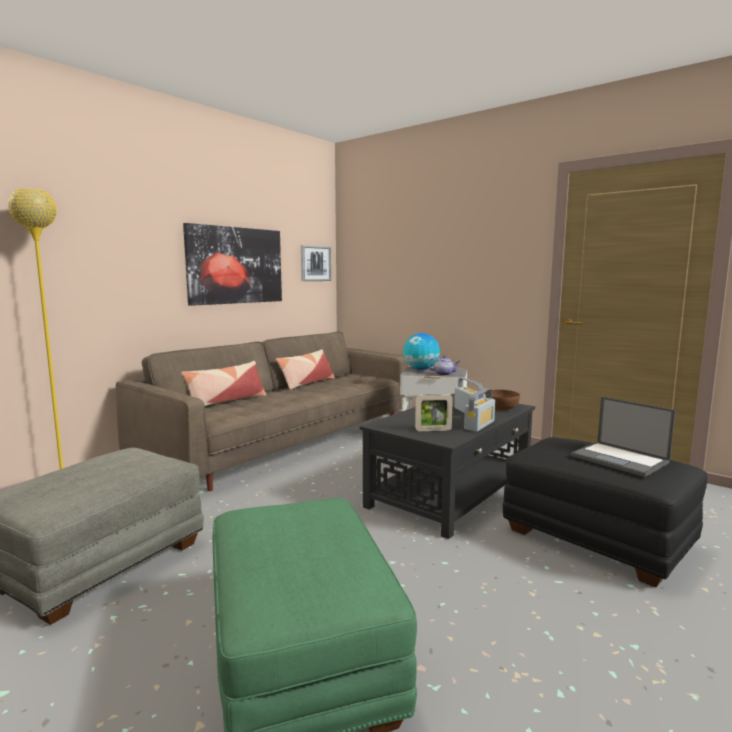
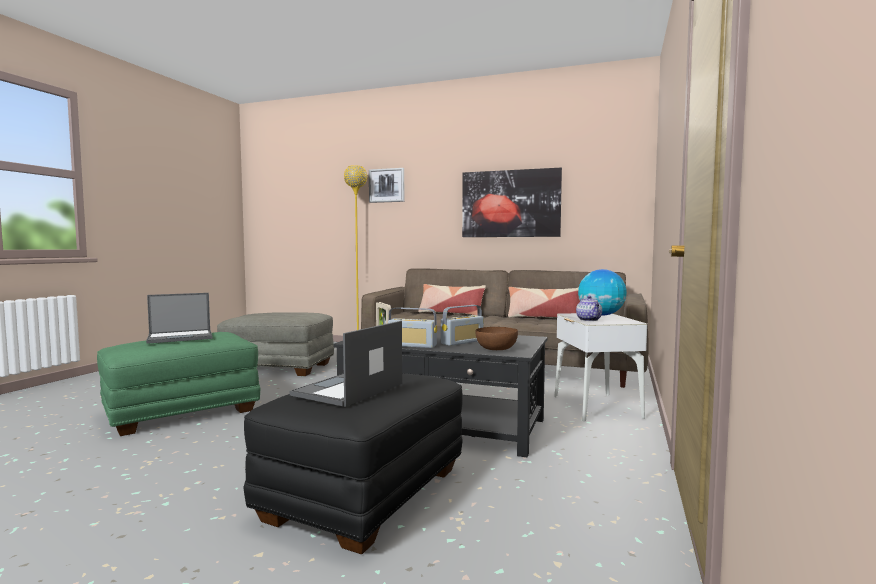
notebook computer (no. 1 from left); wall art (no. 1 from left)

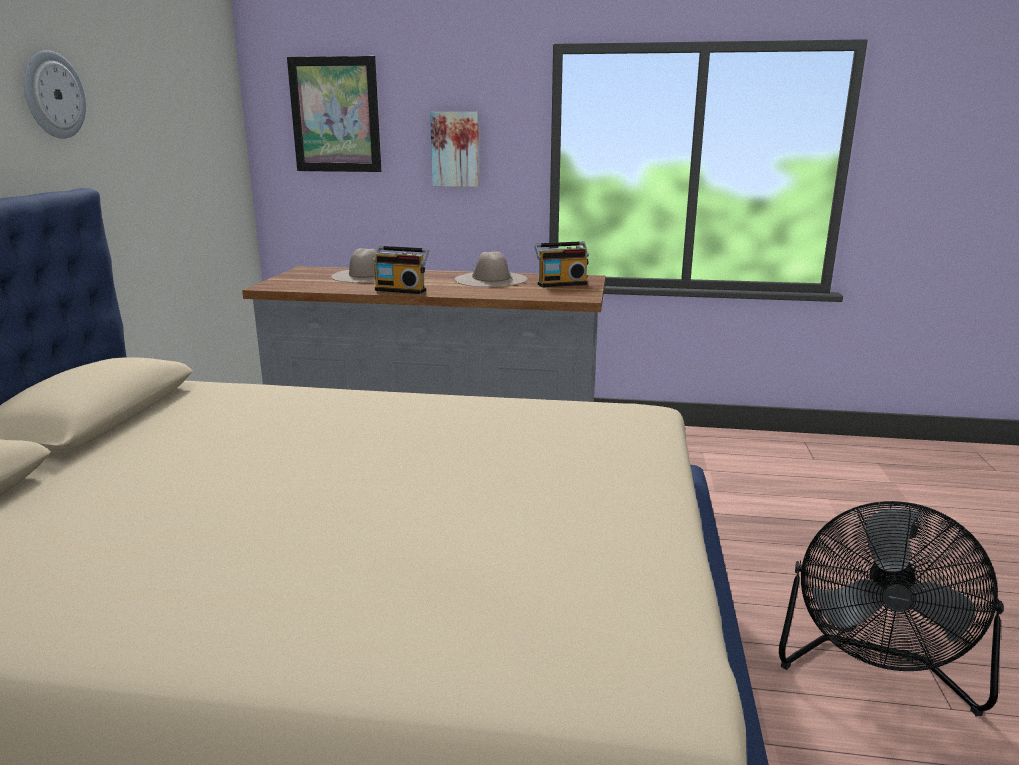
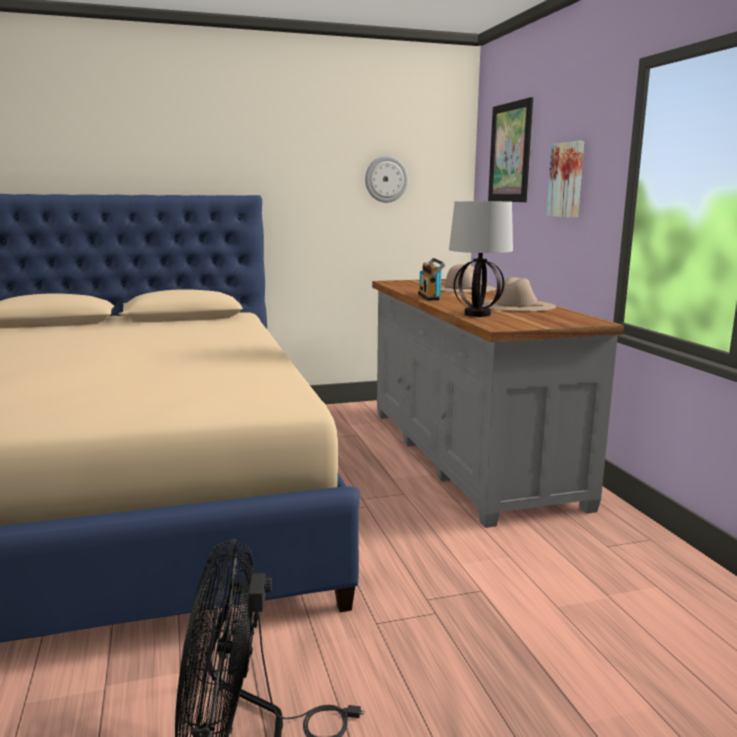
radio (no. 2 from left in the first image); lamp for a table; clock on the wall

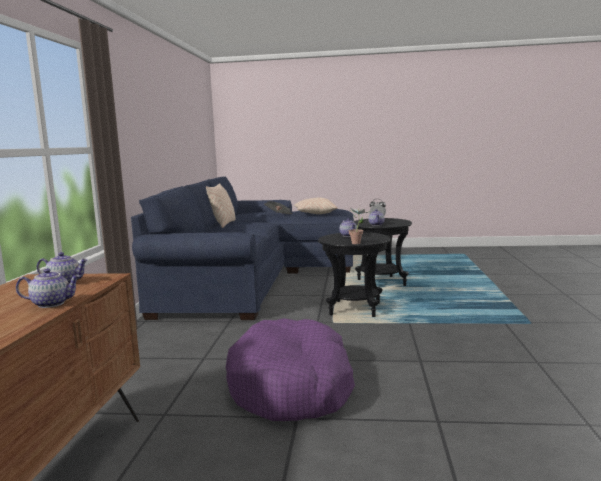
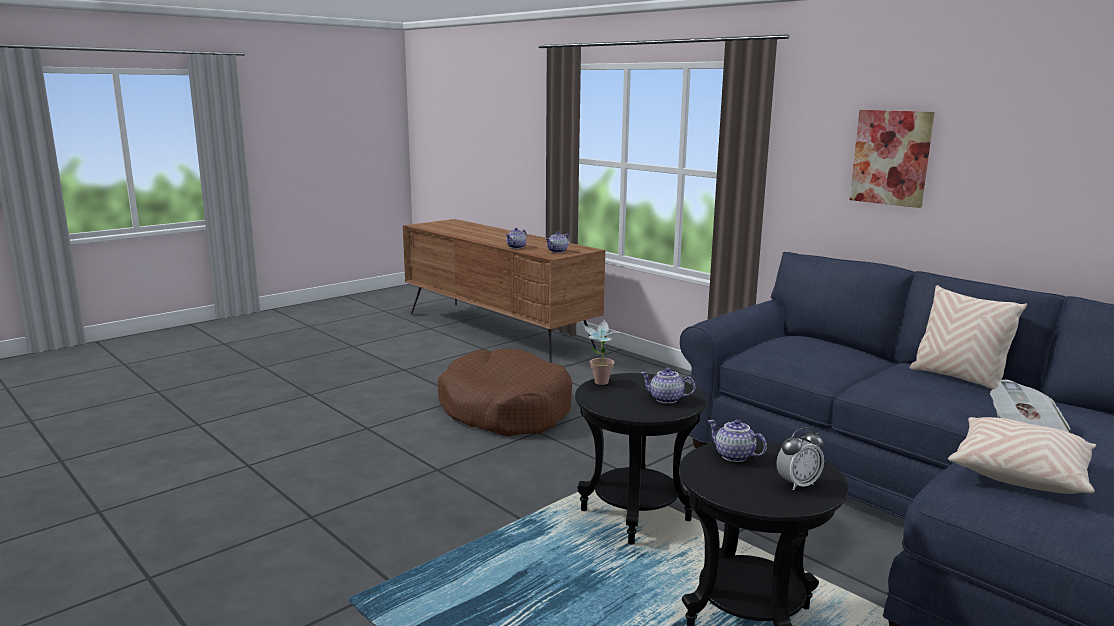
wall art; pet bed/brownish

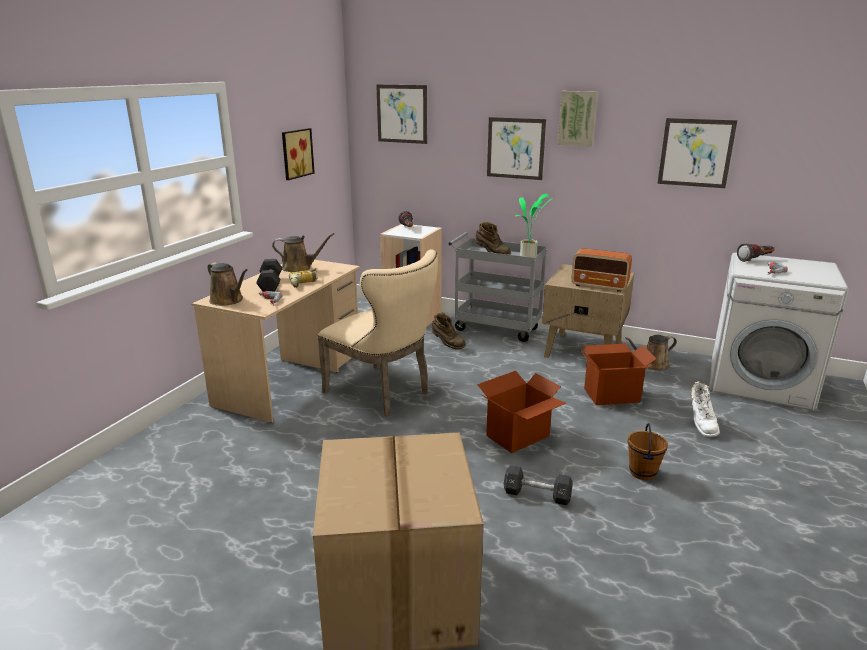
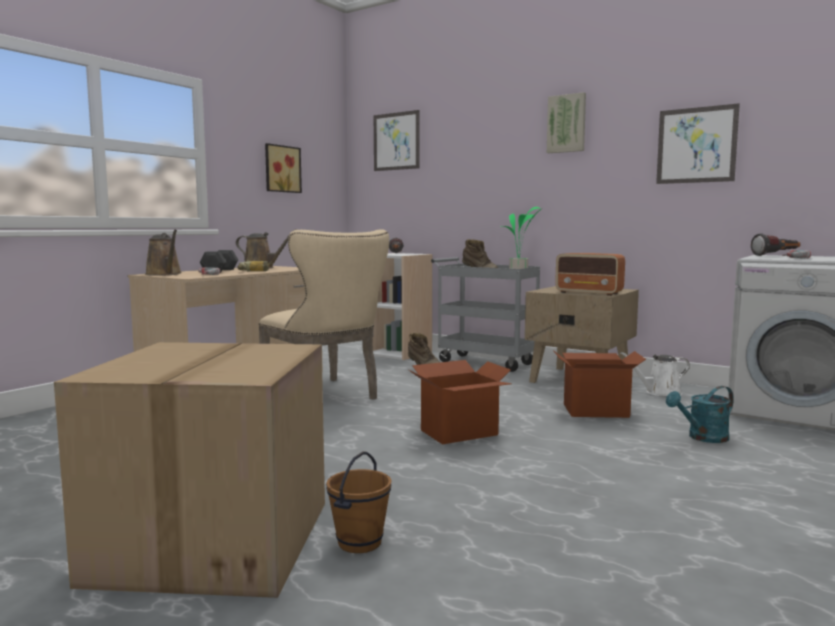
wall art (no. 3 from left in the first image); hand weight/black (no. 2 from left in the first image); pail/brownish; sprinkling can/turquoise-coloured; sprinkling can/white

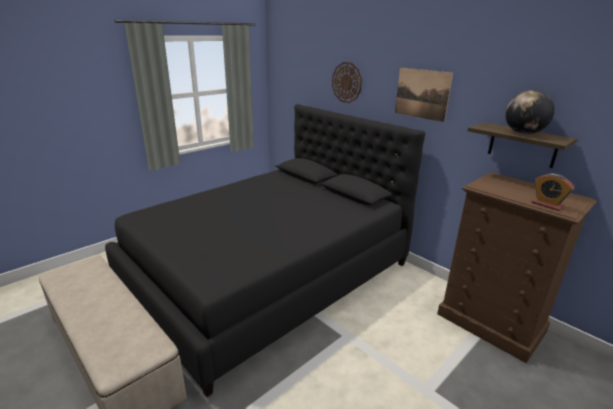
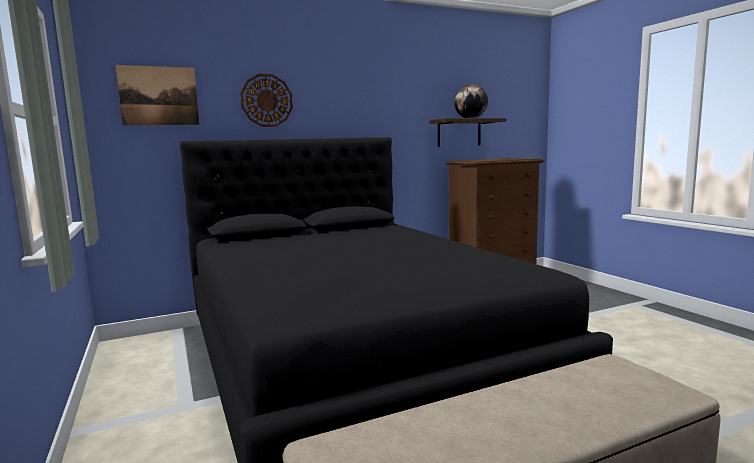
alarm clock; wall art

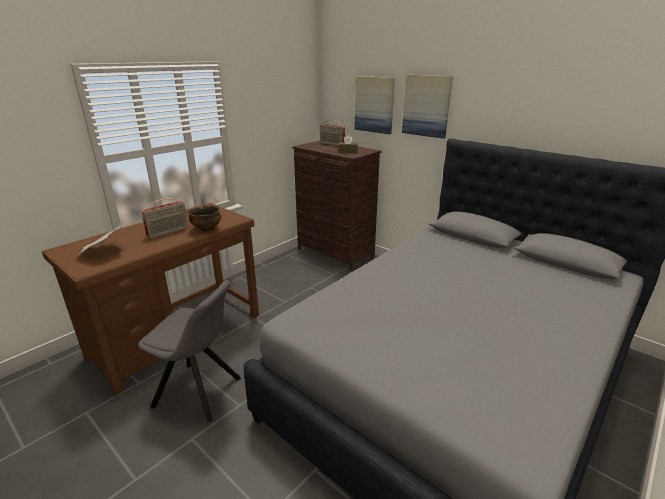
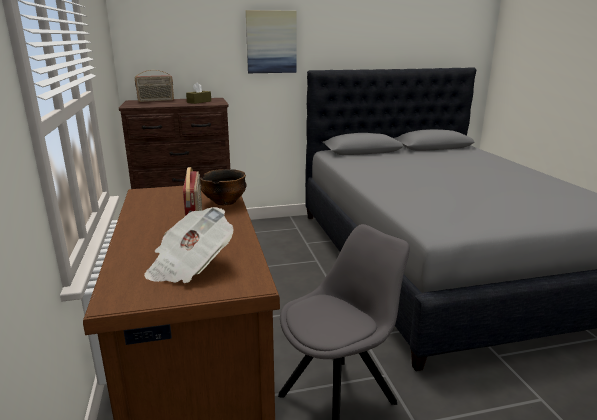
wall art (no. 1 from left in the first image)

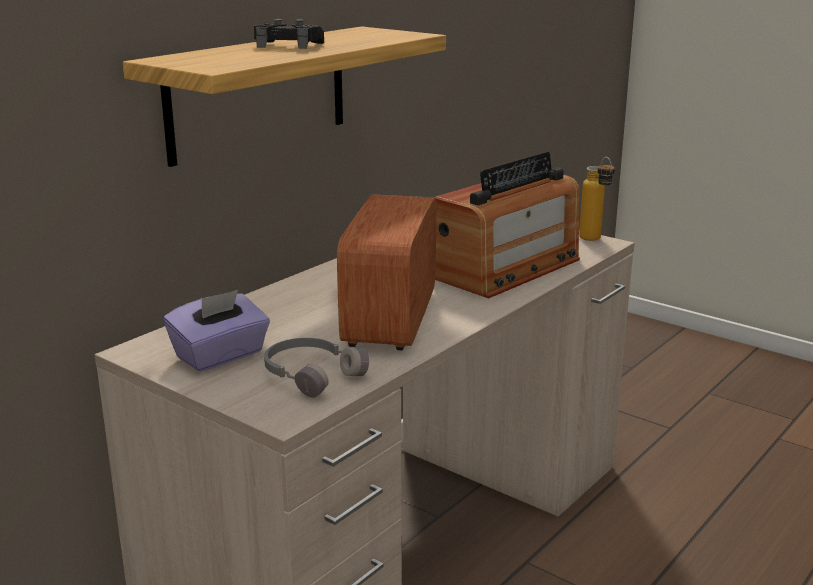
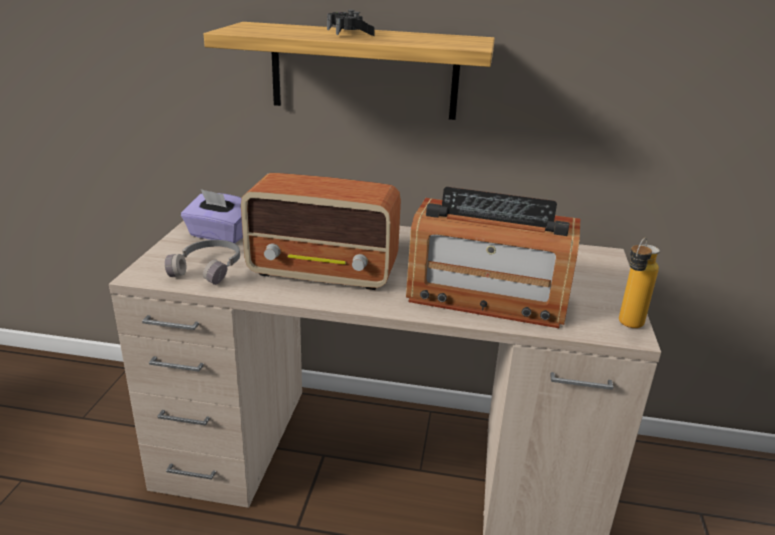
radio (no. 1 from left)

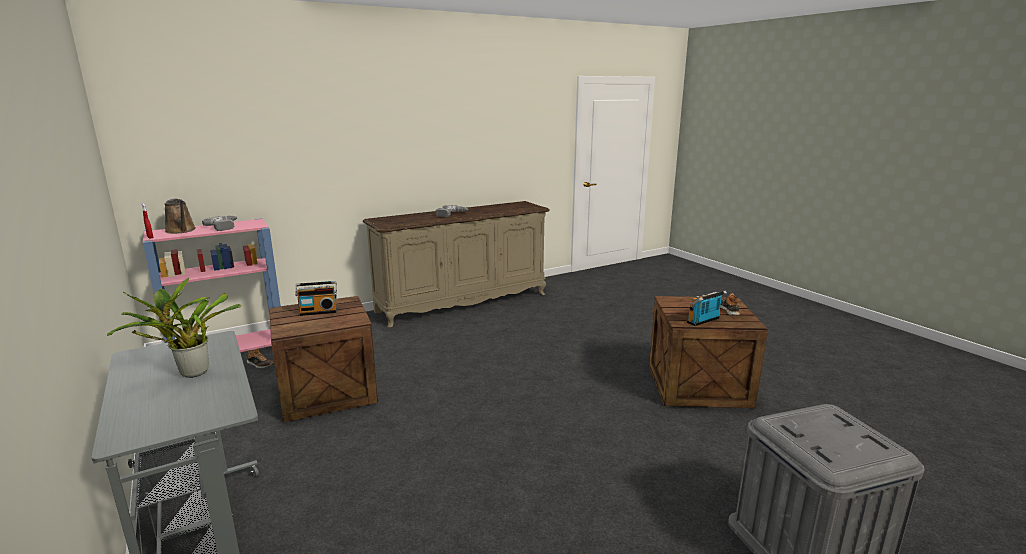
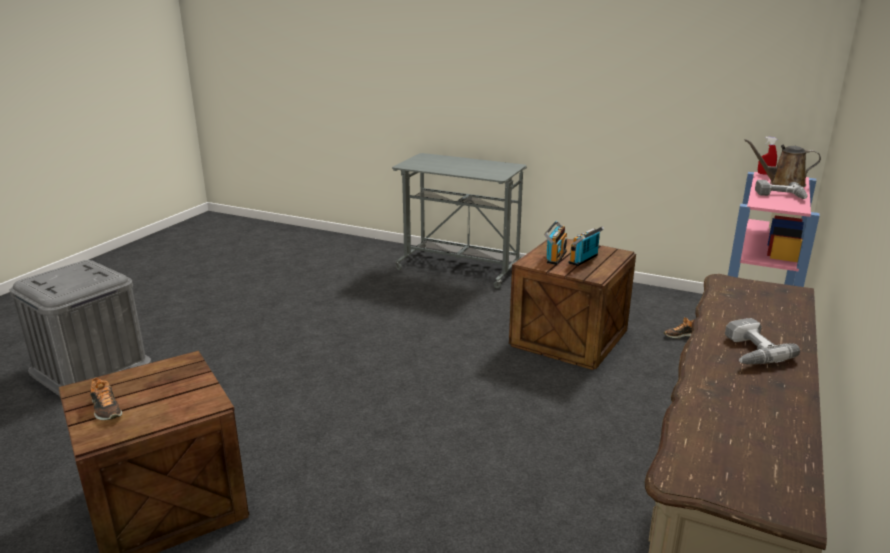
houseplant; radio (no. 1 from left)

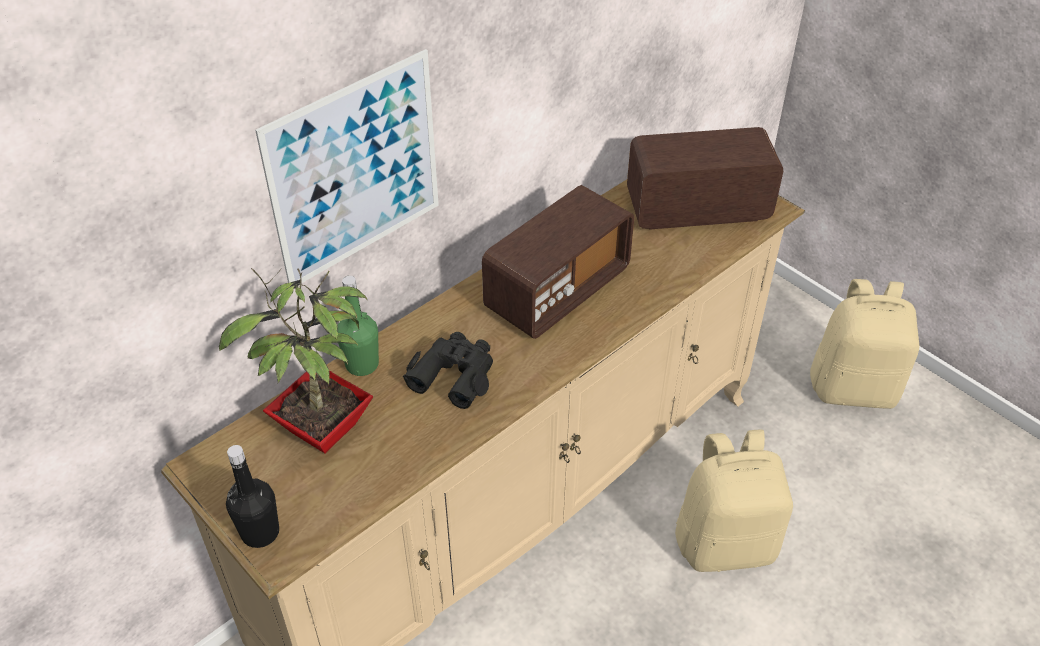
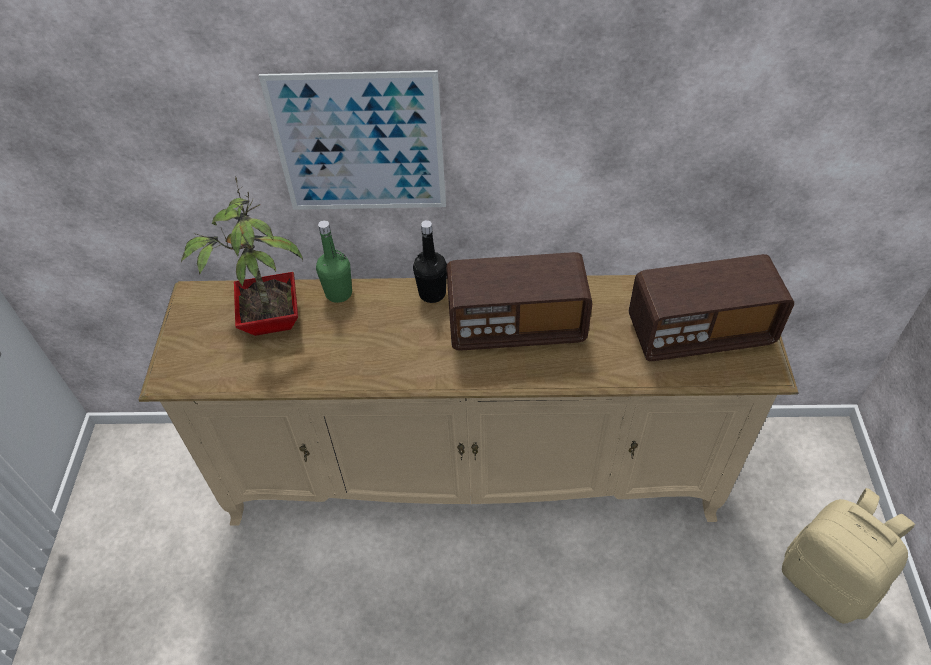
field glasses/black; knapsack/beige (no. 1 from left in the first image); bottle/black; radio (no. 2 from left)

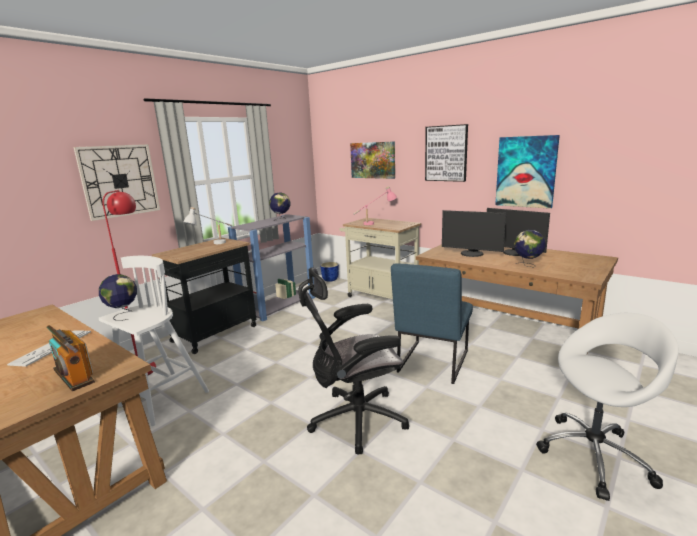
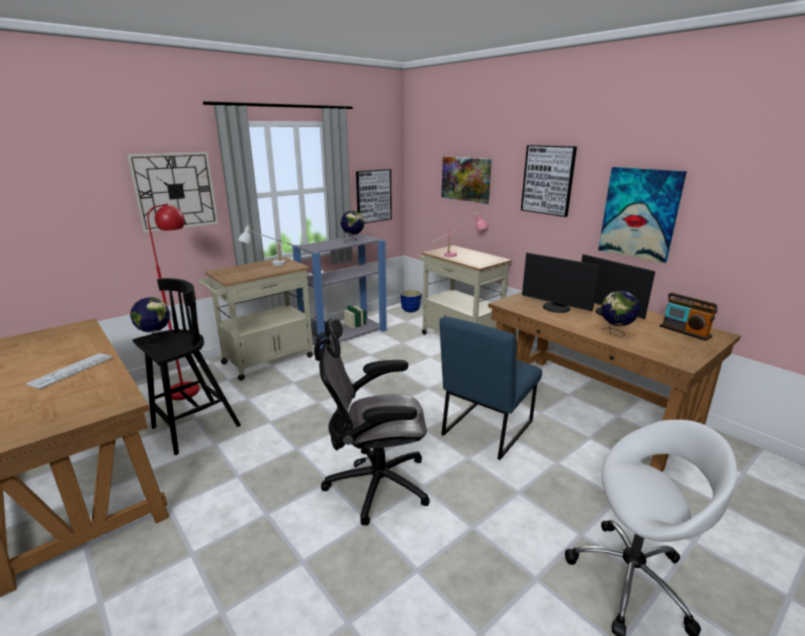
wall art (no. 1 from left); radio; stool/black; wheeled cart/beige (no. 1 from left)

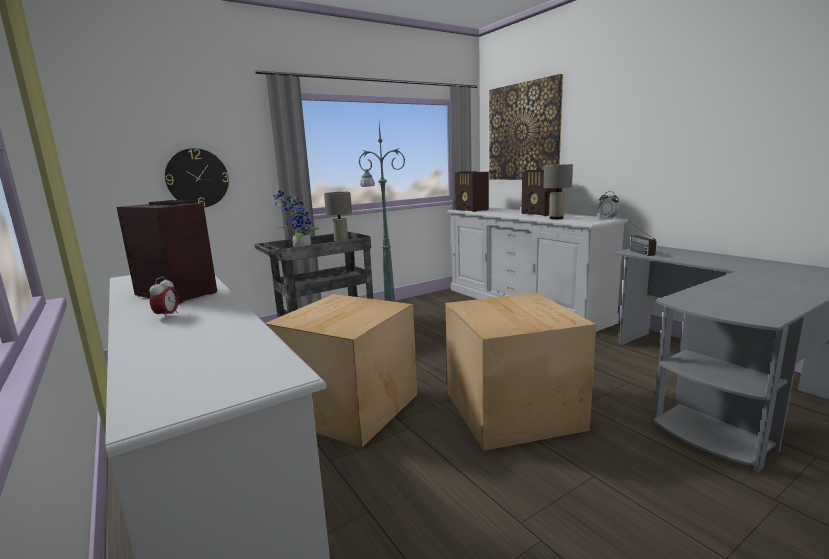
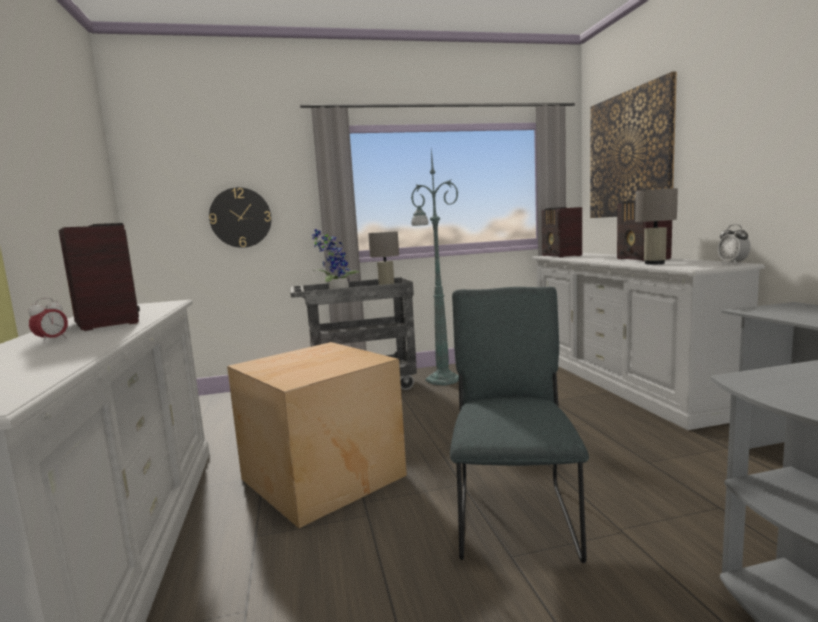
radio (no. 4 from left in the first image); plain chair/gray

